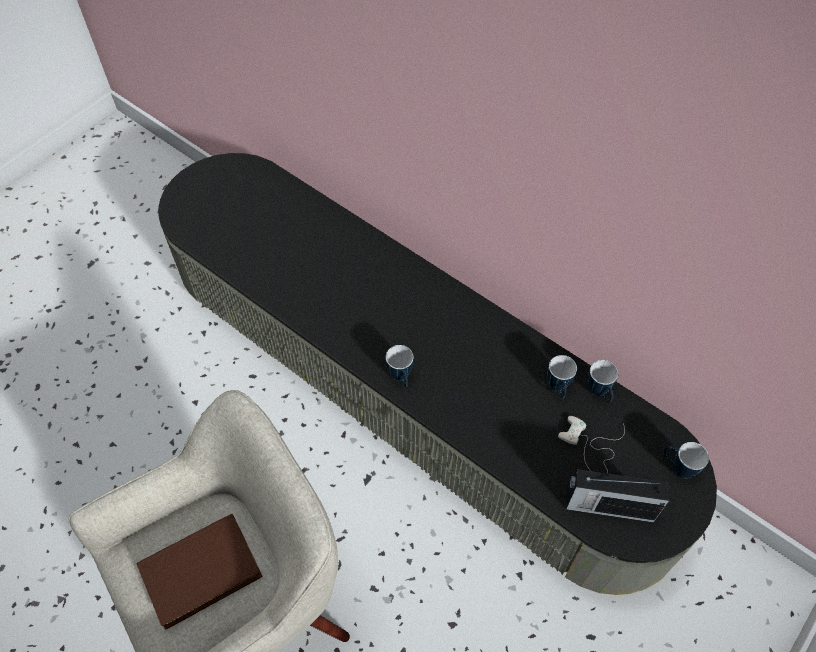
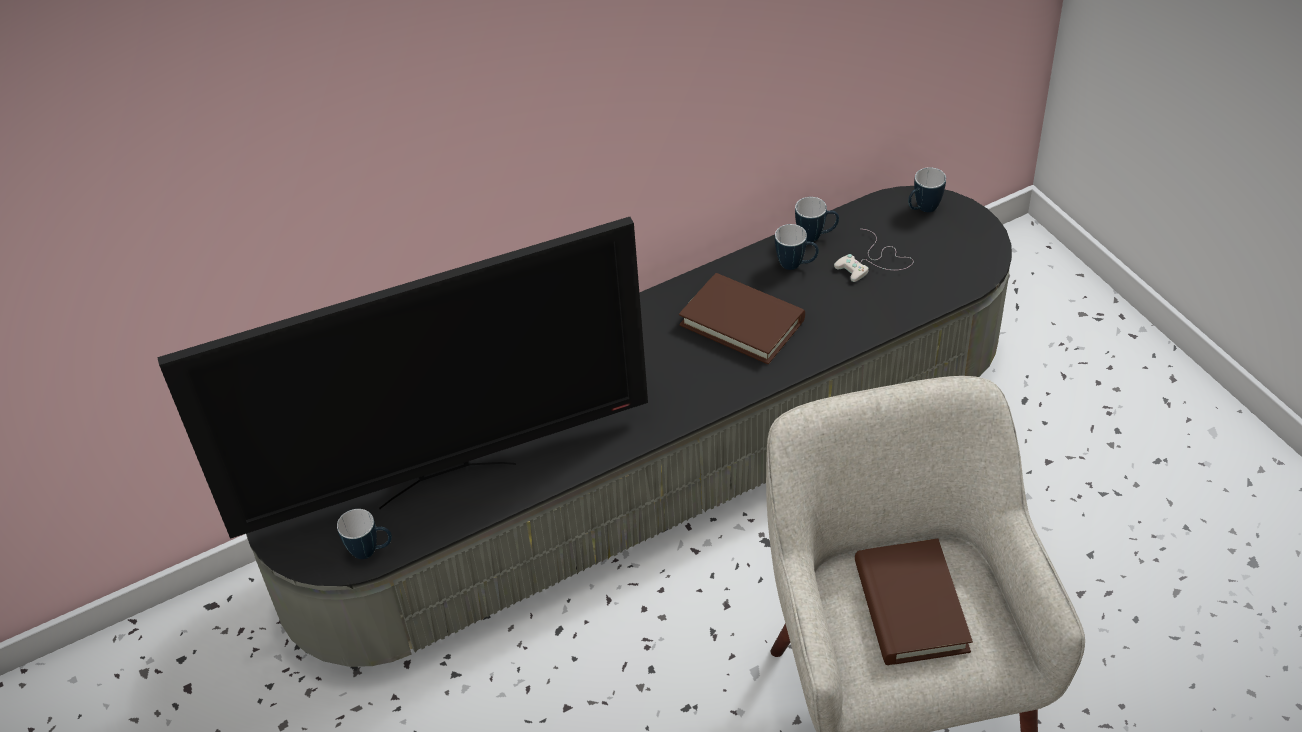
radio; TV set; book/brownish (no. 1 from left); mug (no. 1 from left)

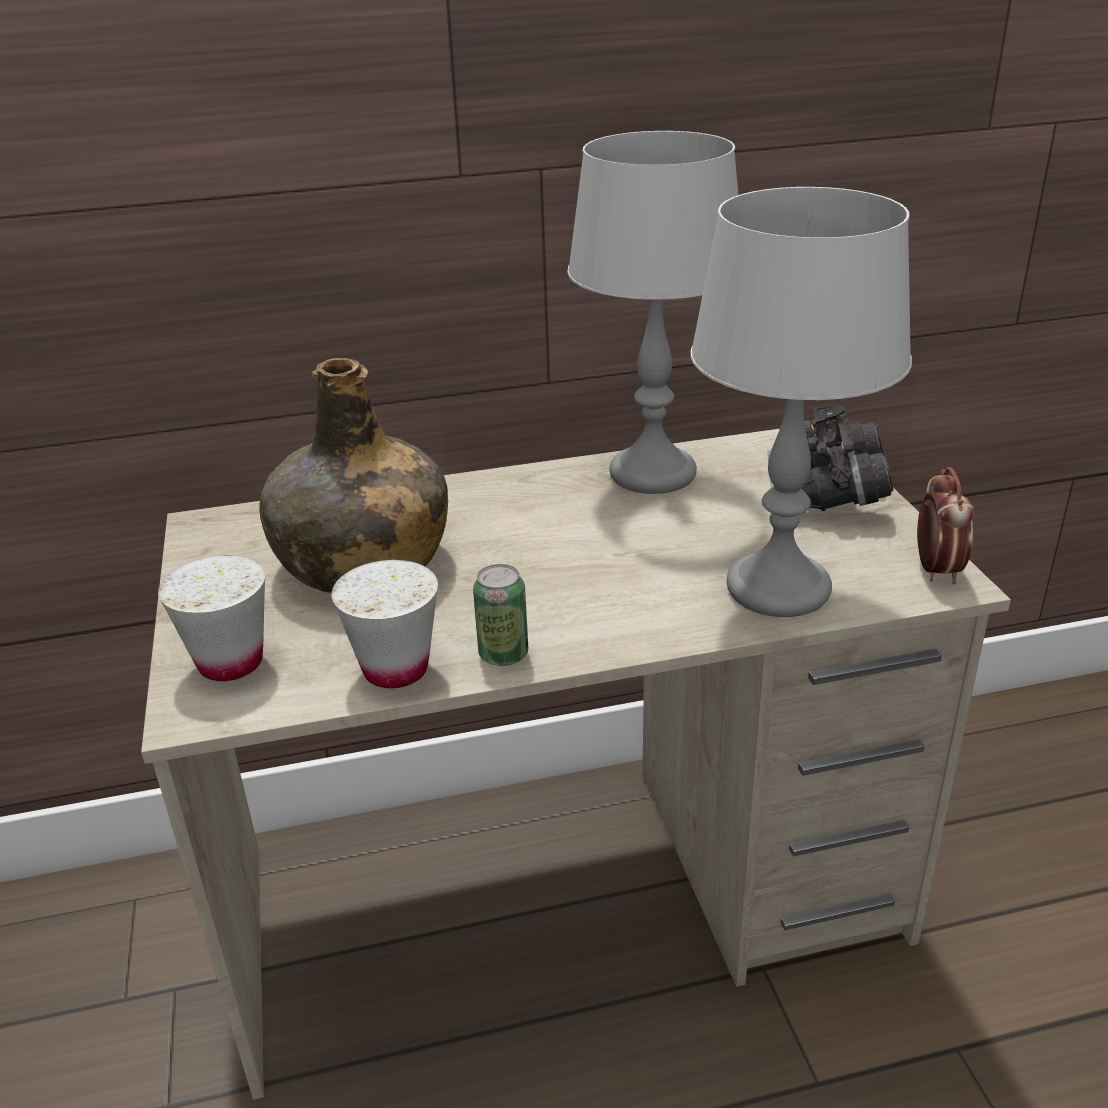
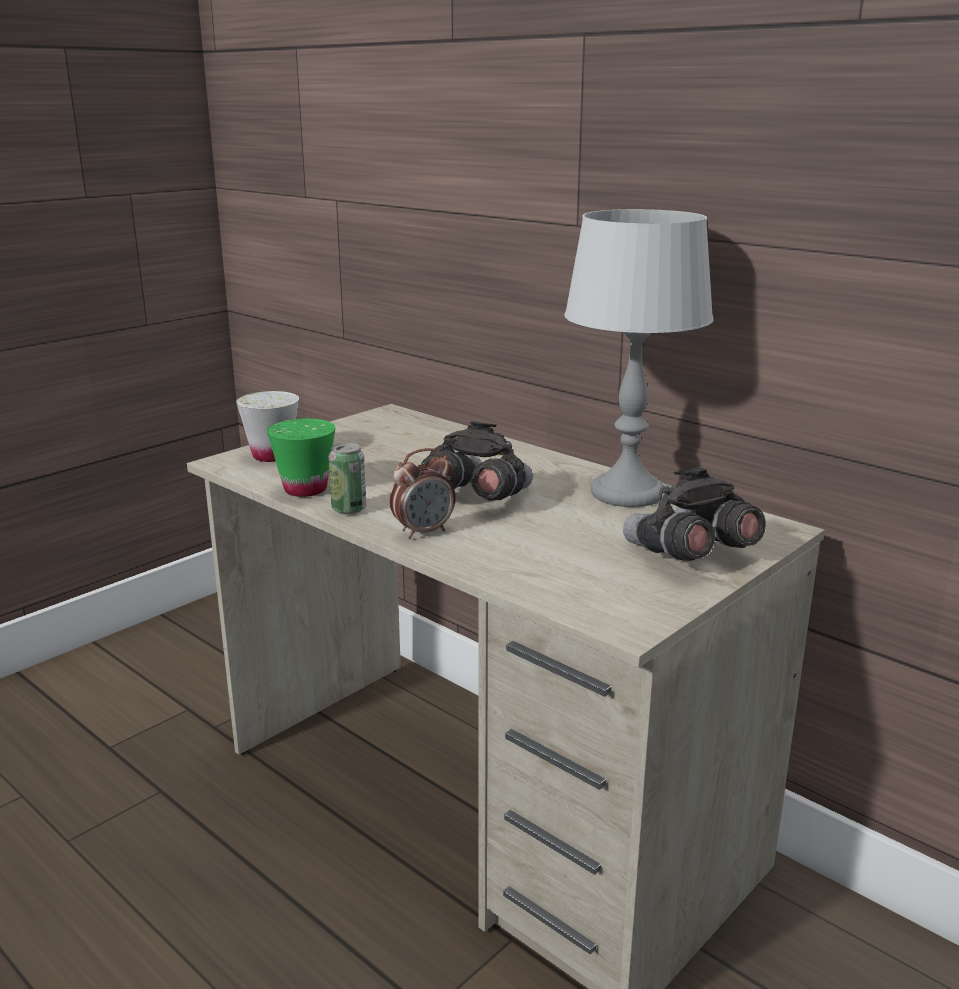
bottle/green; lamp for a table/gray (no. 2 from left in the first image); field glasses/gray (no. 1 from left); alarm clock; small cup/green

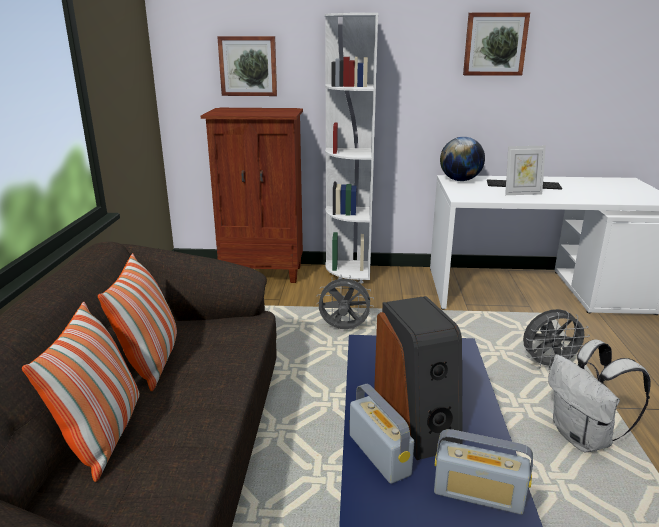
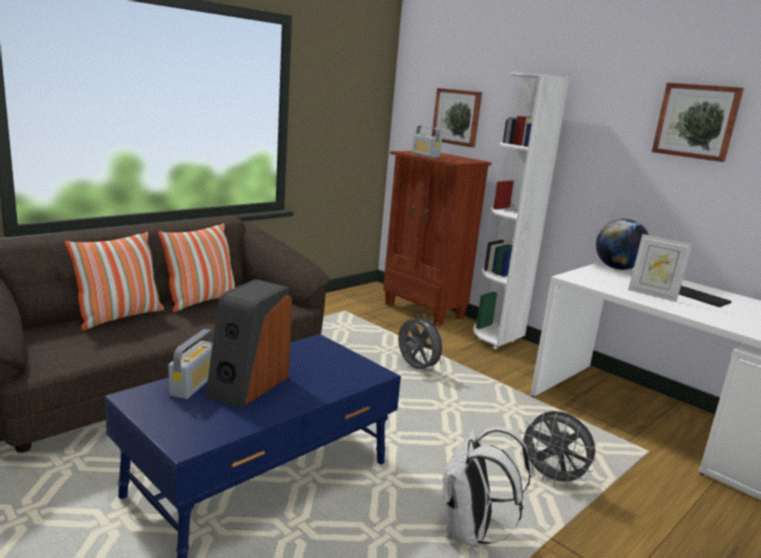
radio (no. 2 from left)

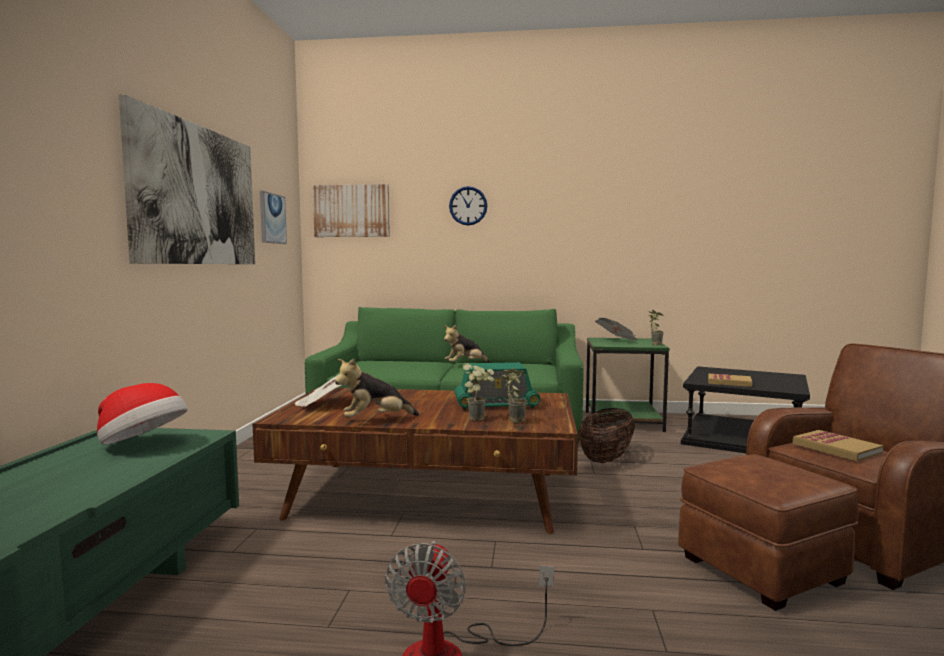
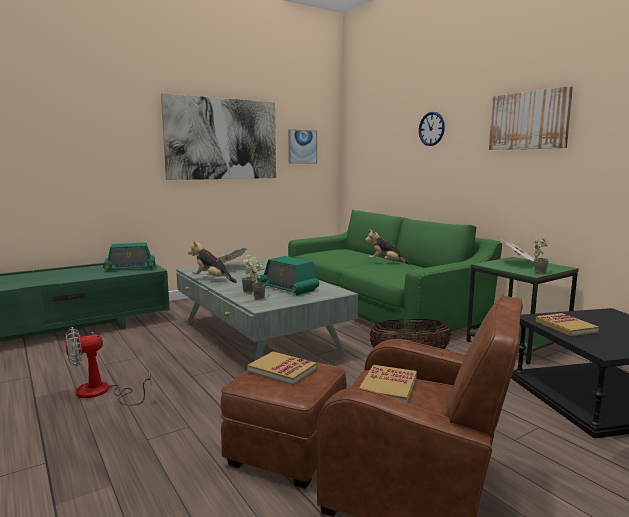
book (no. 1 from left); wall art (no. 3 from left); radio (no. 1 from left); low table/gray

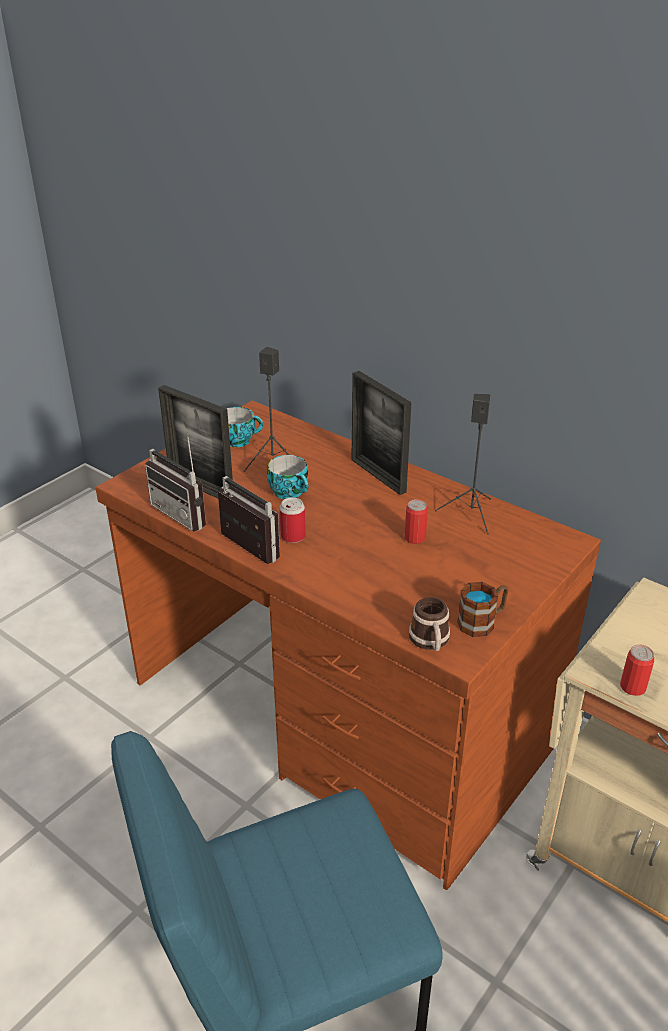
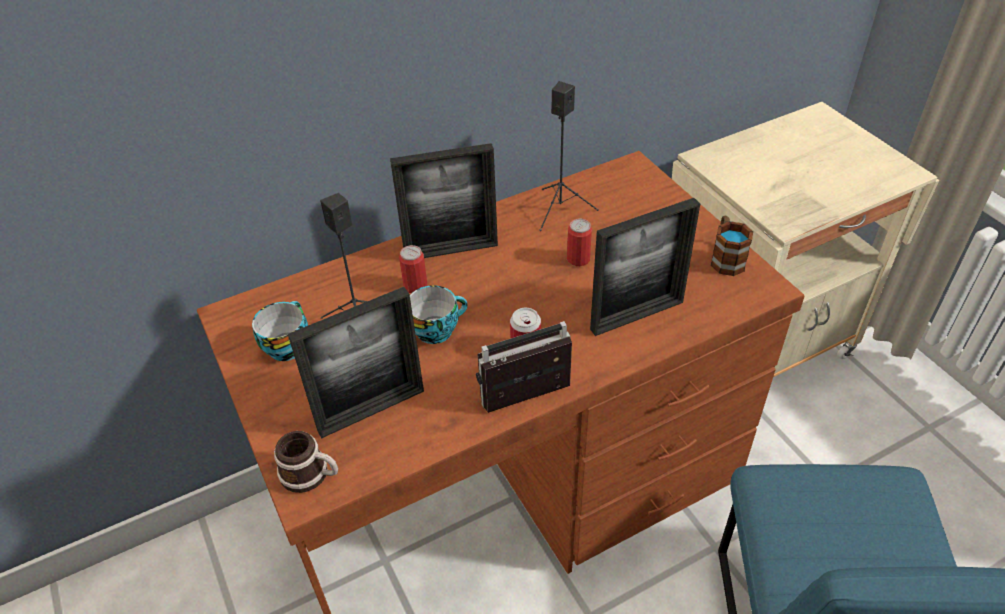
radio (no. 1 from left in the first image); picture frame (no. 3 from left); mug (no. 1 from left); sealed can (no. 1 from left)

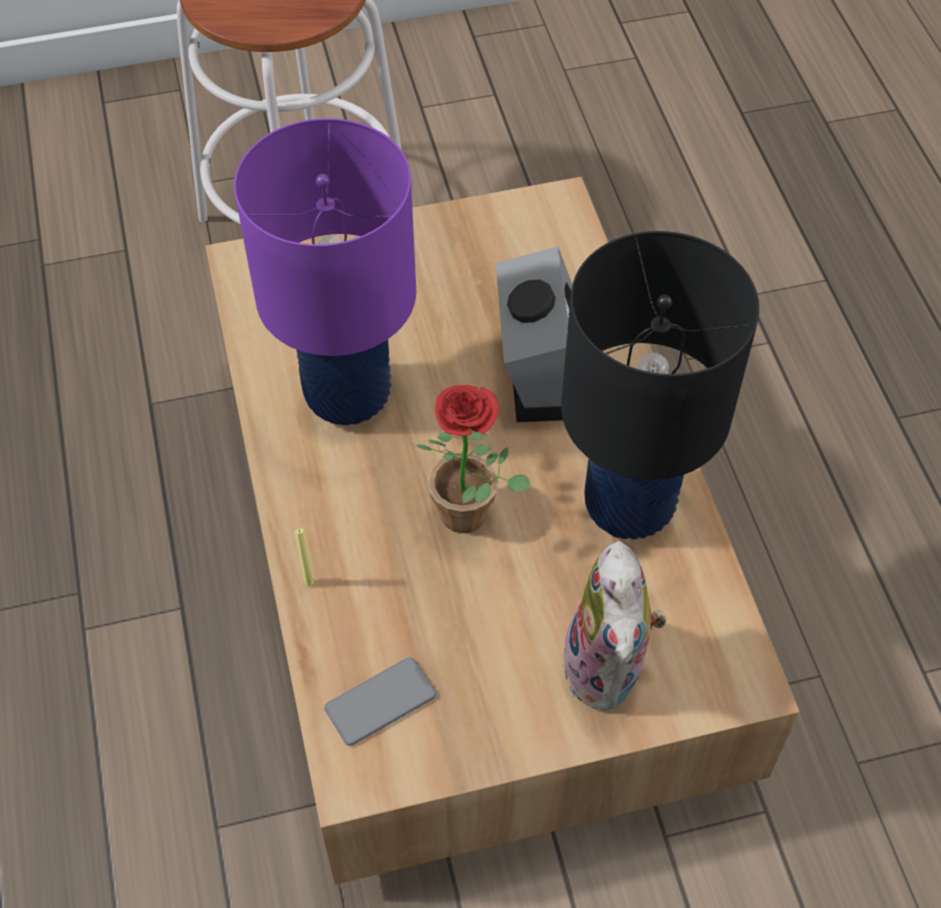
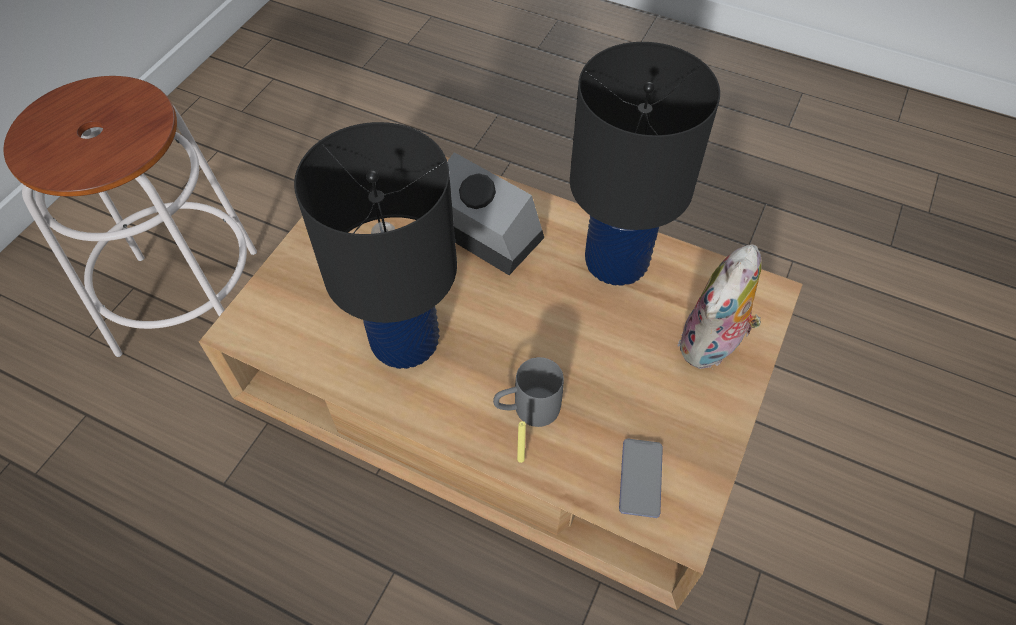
houseplant; mug/gray; lamp for a table/black (no. 1 from left); cuddly toy

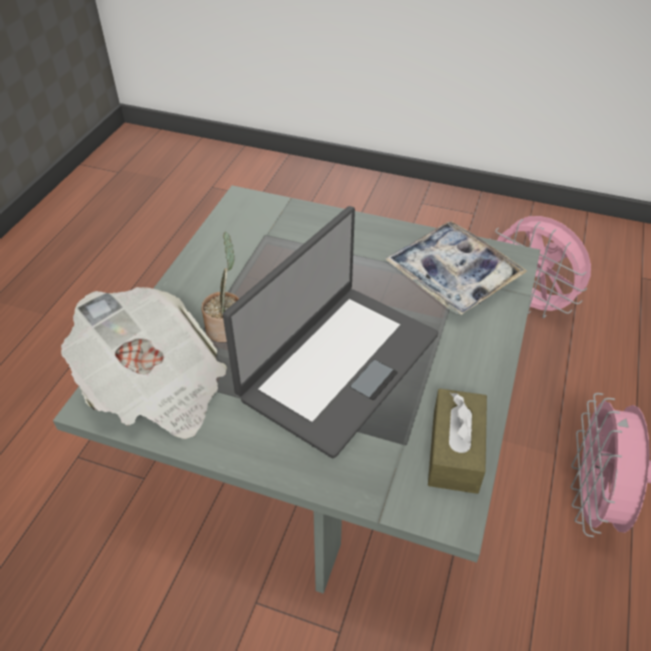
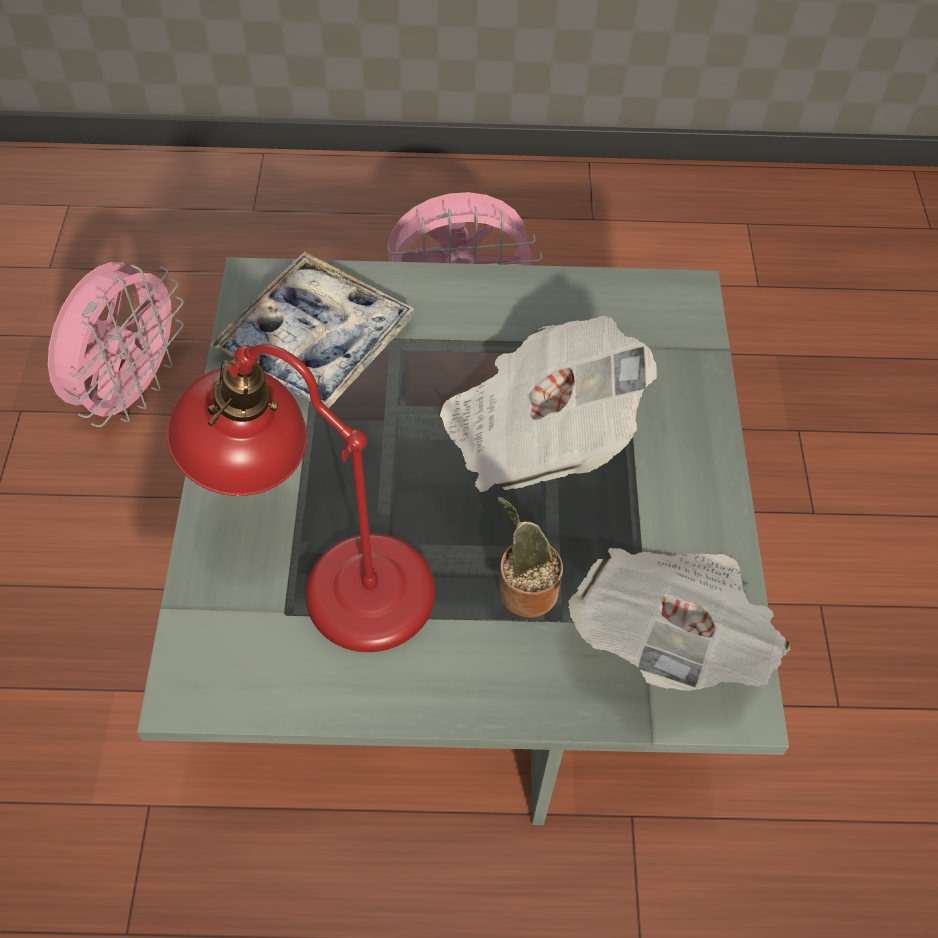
tissue holder/brownish; lamp for a table/red-coloured; daily paper (no. 1 from left)

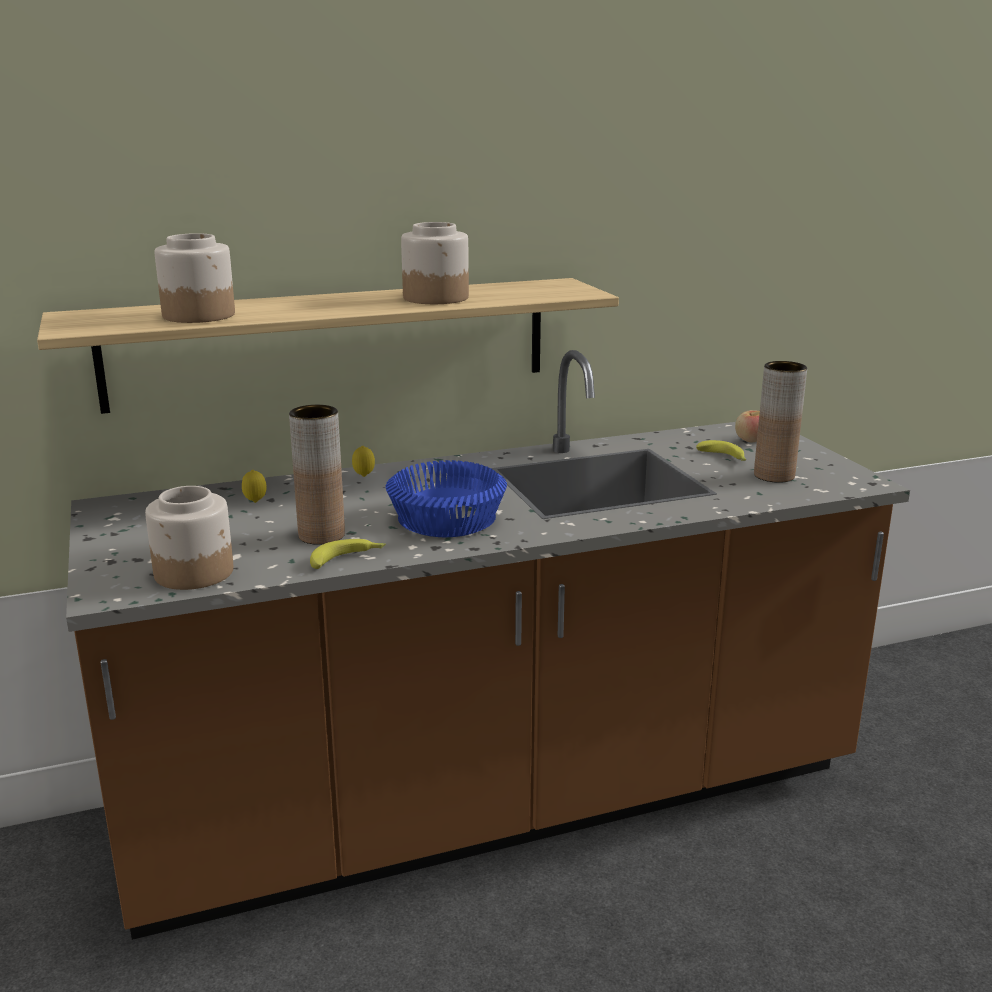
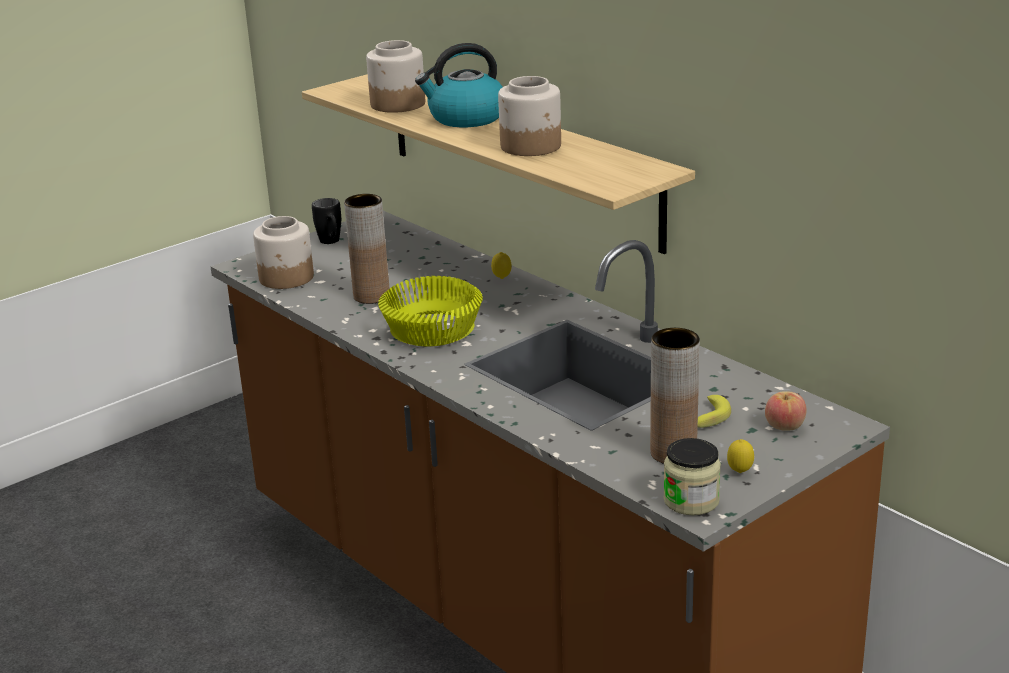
banana (no. 1 from left in the first image); mug/black; water kettle; preserve jar (no. 4 from left); whole lemon (no. 2 from left); deep dish/yellowish

